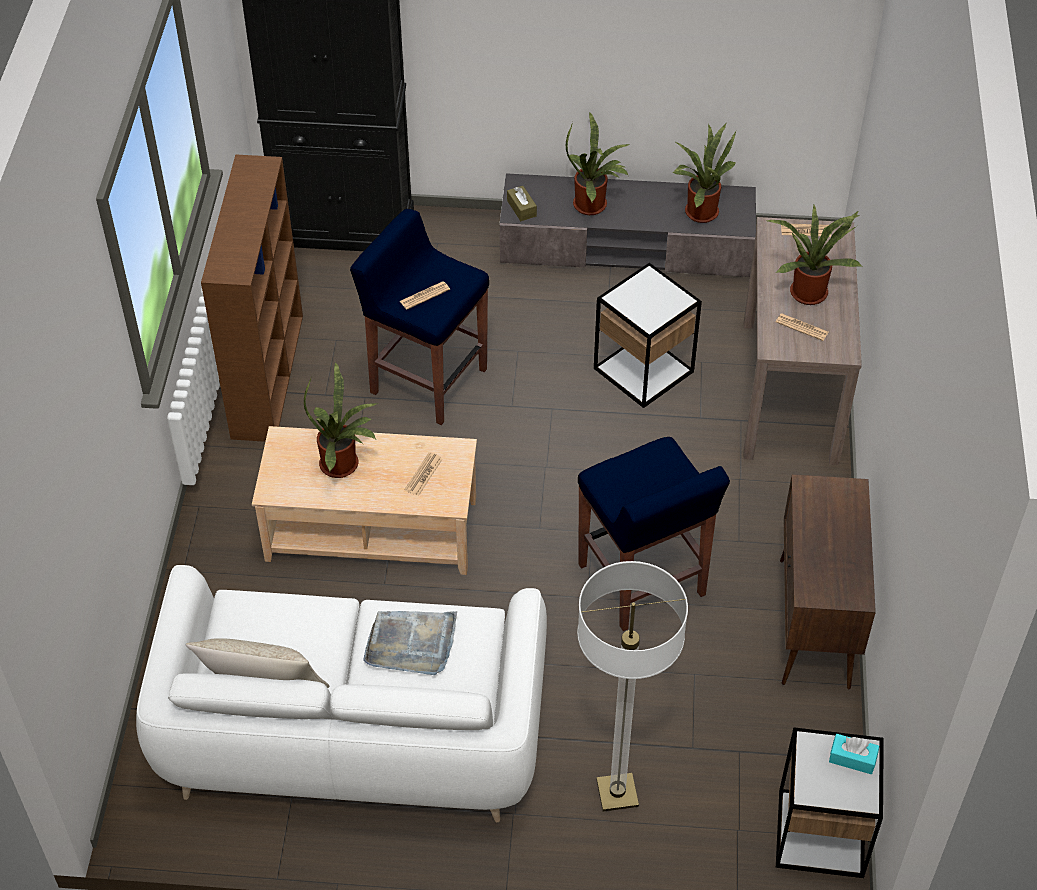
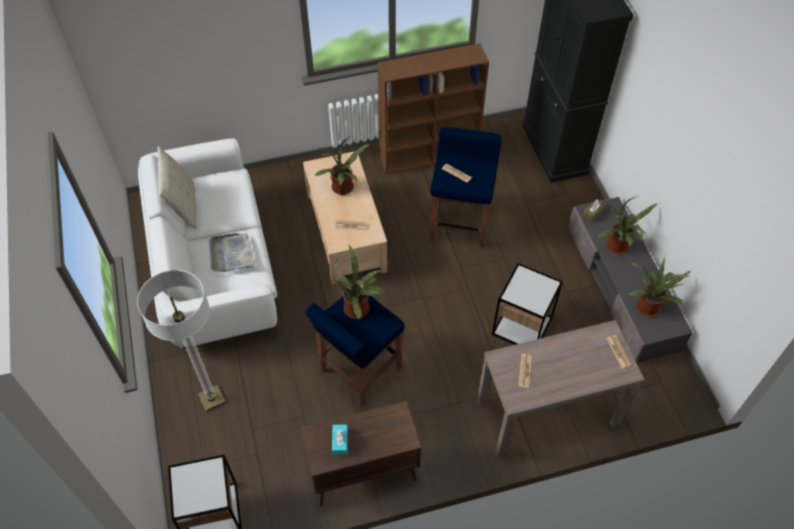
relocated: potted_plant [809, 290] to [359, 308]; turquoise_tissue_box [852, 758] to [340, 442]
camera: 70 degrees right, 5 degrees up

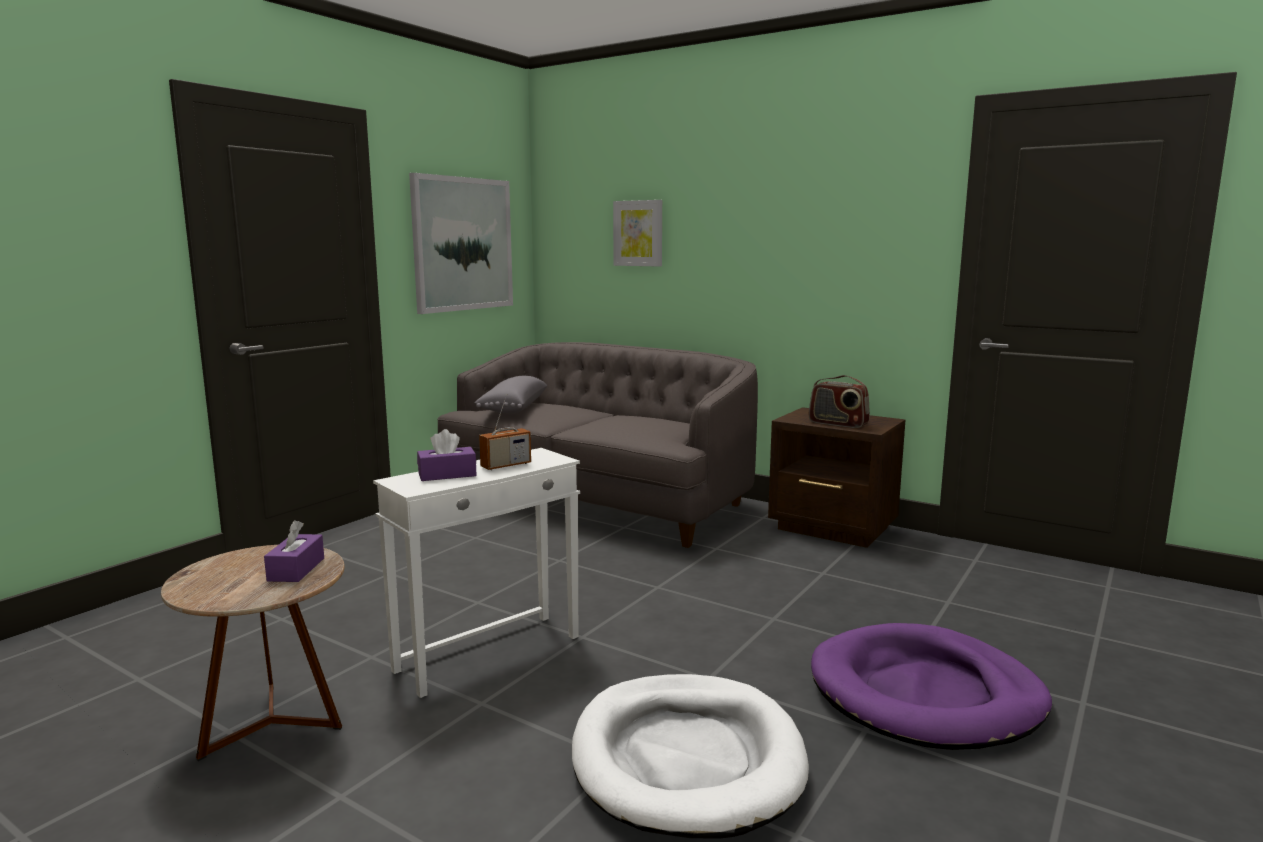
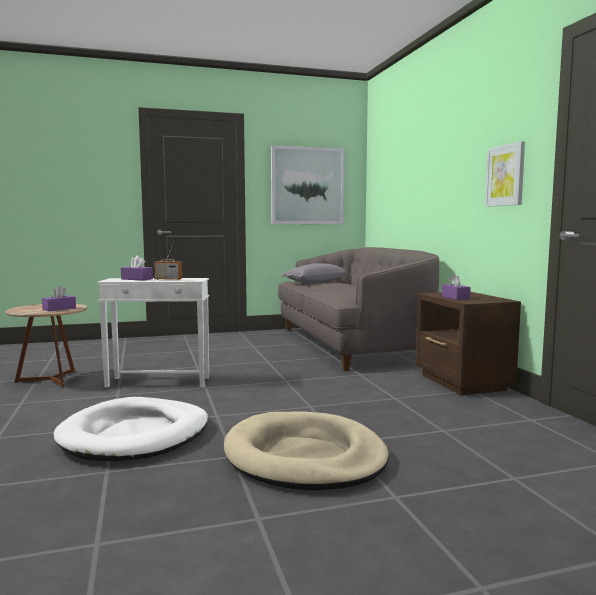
relocated: picture [638, 233] to [505, 175]
exchanged: radio [838, 424] to purple_tissue_box [455, 297]
colour: purple_dog_bed [925, 694] to beige_dog_bed [304, 457]
camera: 40 degrees right, 5 degrees down

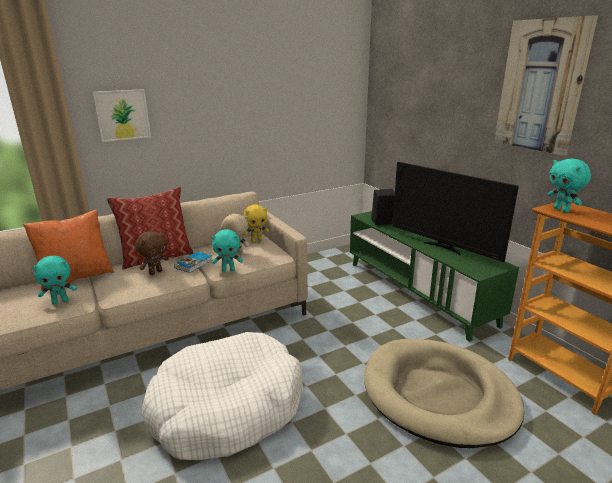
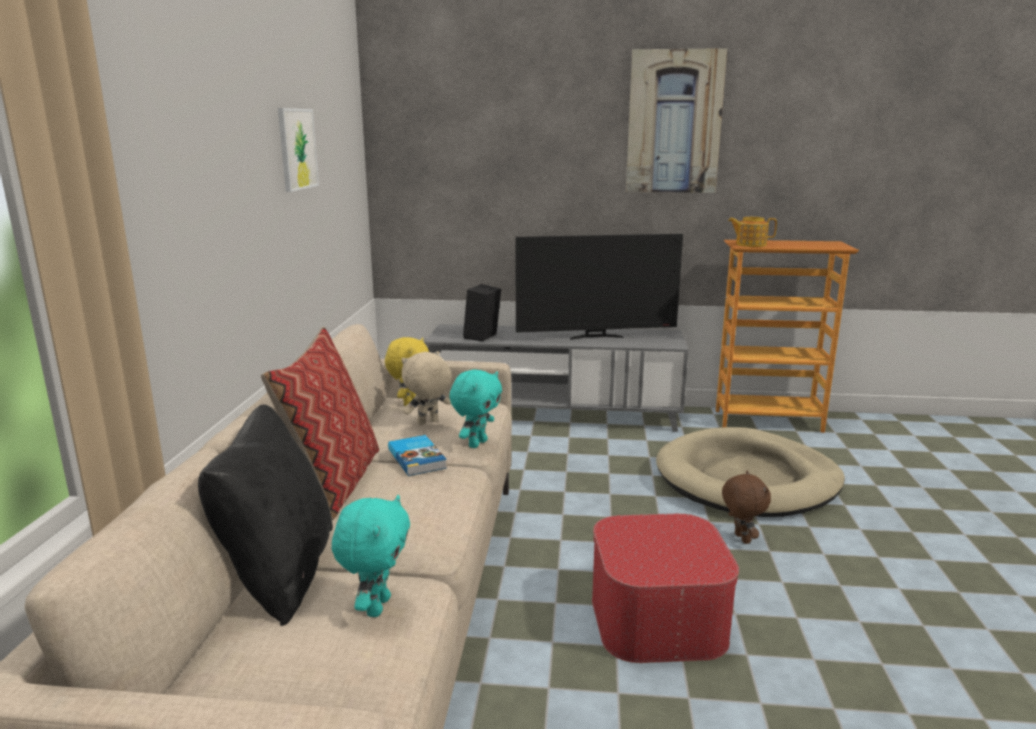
relocated: picture [122, 115] to [297, 149]; brown_plush_toy [155, 272] to [740, 538]
exchanged: white_dog_bed [227, 408] to ottoman [657, 618]; turquoise_plush_toy [562, 210] to teapot [750, 244]
colour: orange_pillow [76, 277] to black_pillow [279, 574]; green_tv_stand [417, 292] to grey_tv_stand [554, 415]
camera: 55 degrees left, 5 degrees down

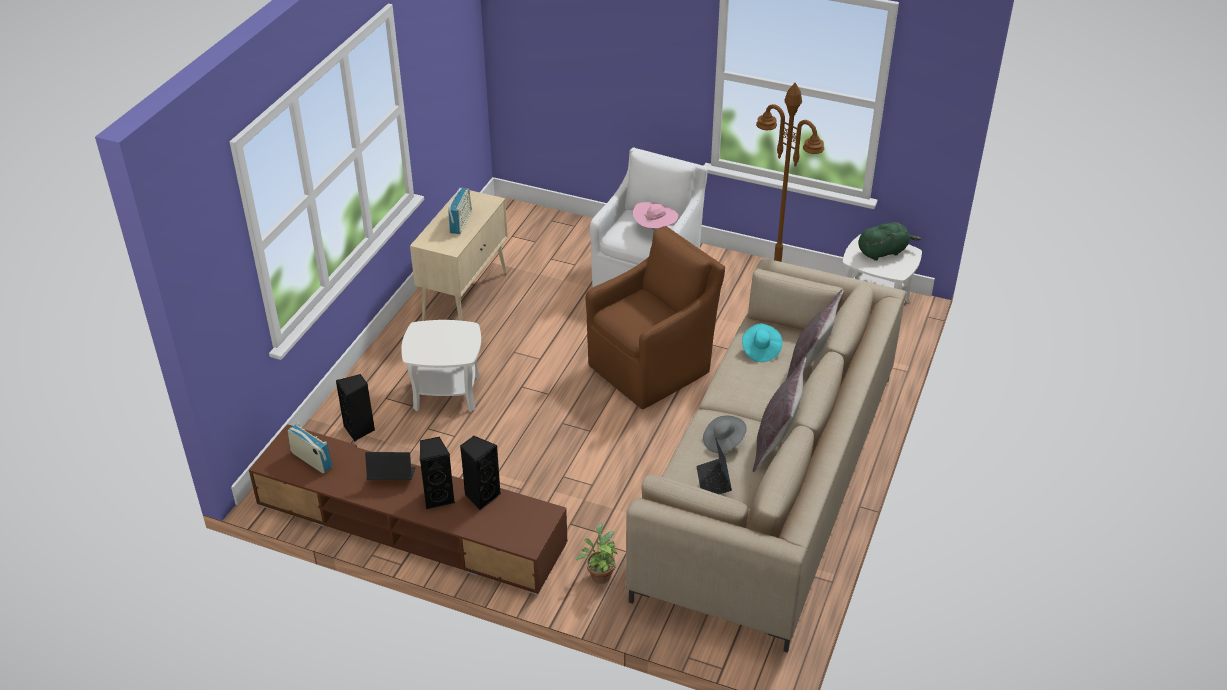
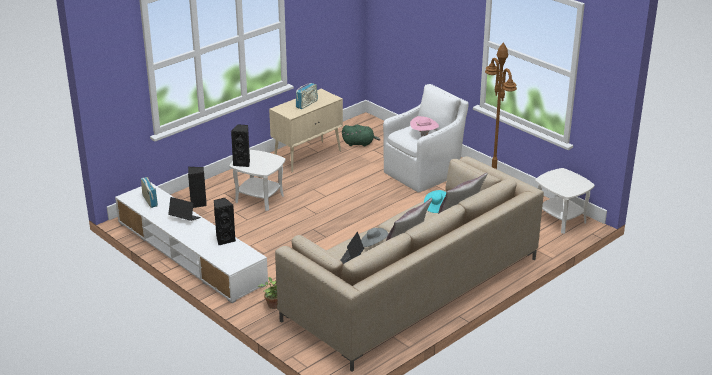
missing: brown_armchair [652, 367]
relocated: black_speaker [438, 497] to [243, 163]; green_plush_toy [883, 252] to [359, 143]
colour: brown_tv_stand [409, 524] to white_tv_stand [189, 252]
camera: 25 degrees right, 10 degrees down

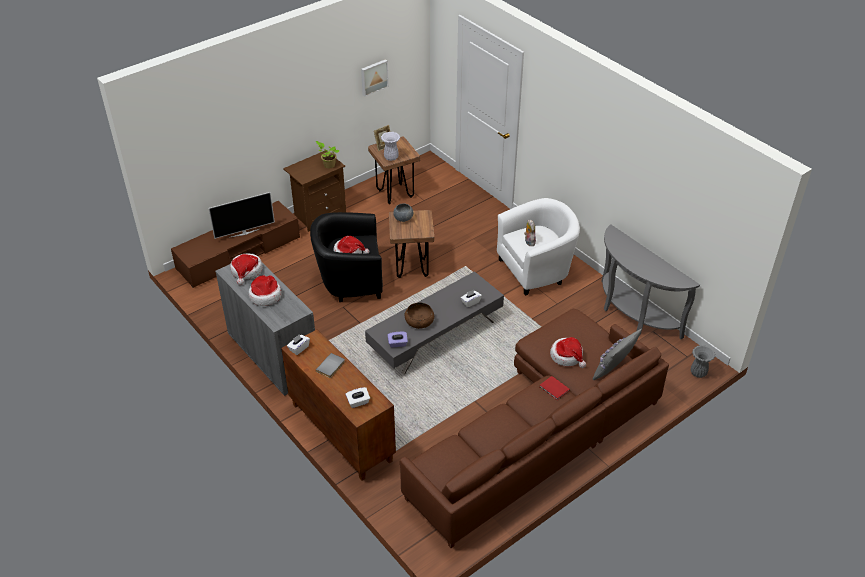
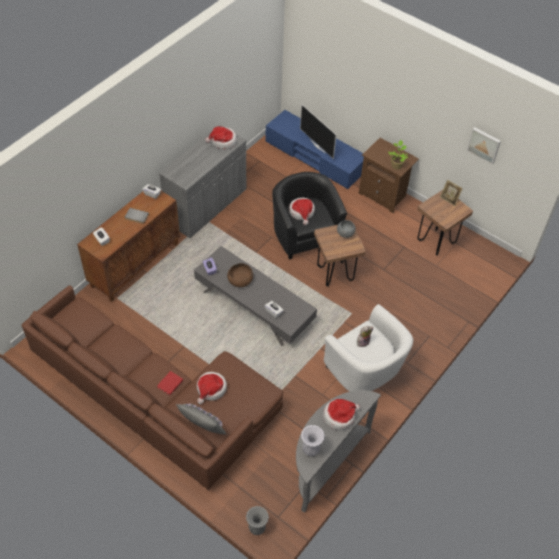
relocated: hat [265, 295] to [339, 416]; white_vase [390, 158] to [310, 449]
colour: brown_tv_stand [239, 253] to blue_tv_stand [314, 157]
camera: 75 degrees right, 10 degrees up

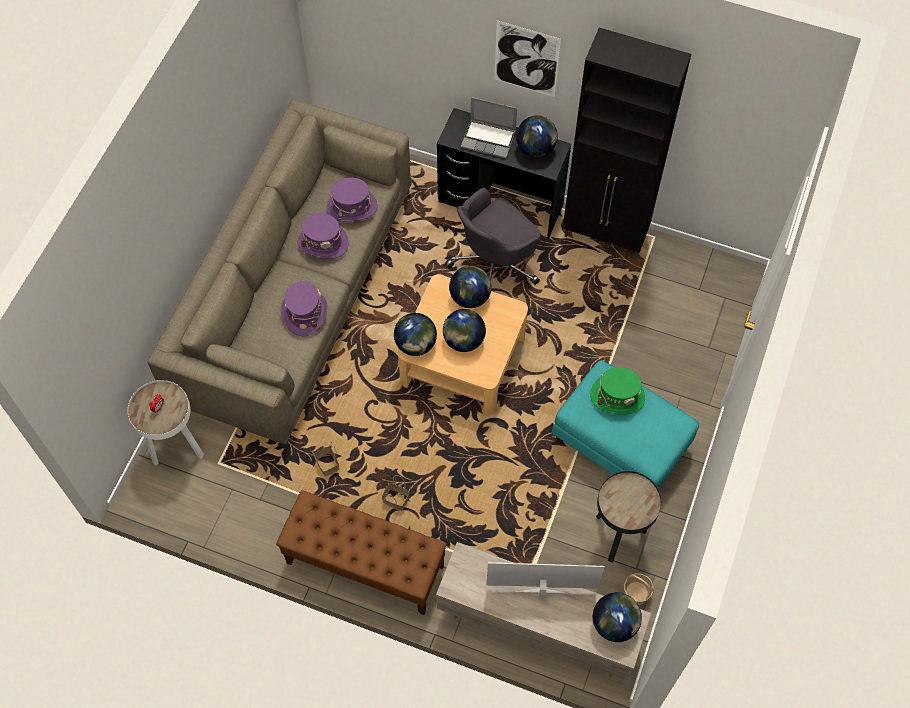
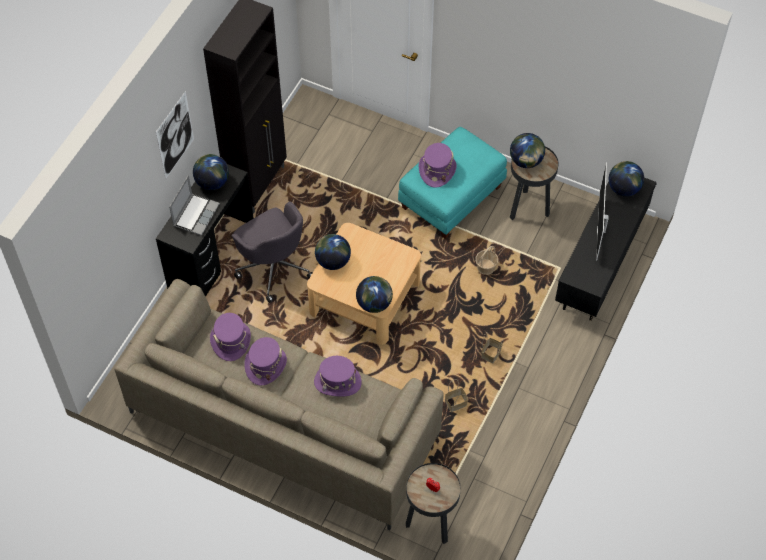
missing: brown_bench [364, 564]
relocated: globe [463, 340] to [526, 161]; basket [636, 593] to [486, 267]
colour: white_side_table [177, 447] to black_side_table [430, 524]; beige_tv_stand [538, 628] to black_tv_stand [599, 266]; green_hat [617, 396] to purple_hat [437, 170]
camera: 85 degrees left, 5 degrees down

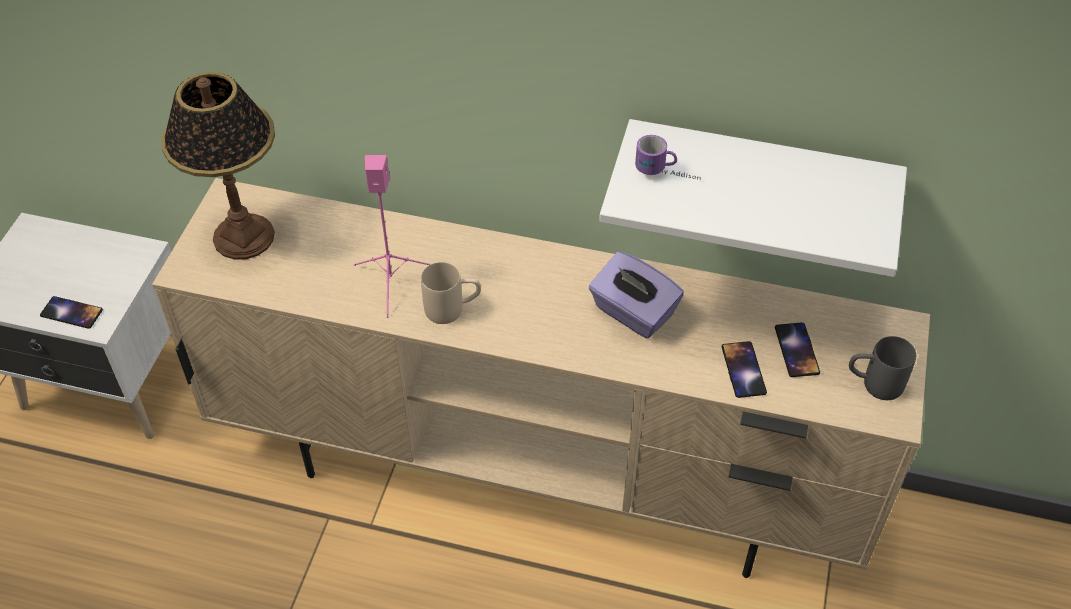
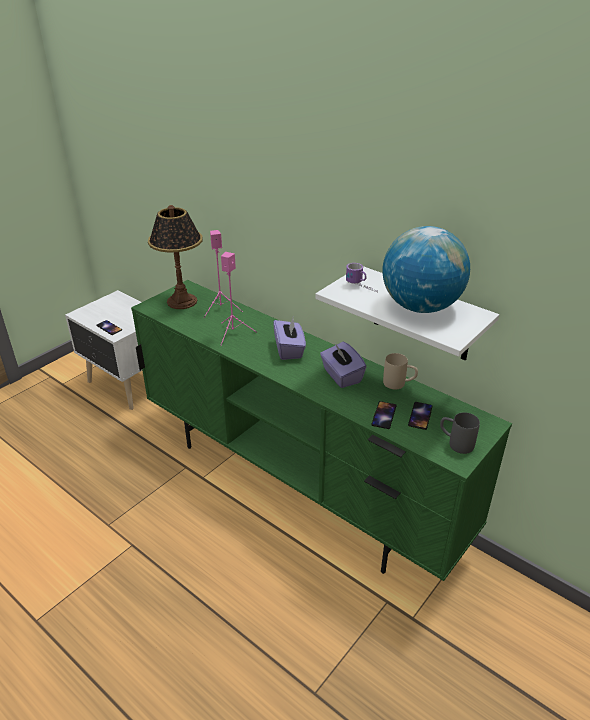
appeared: pink_speaker [221, 309]; purple_tissue_box [289, 350]; globe [420, 306]
relocated: beige_mug [453, 309] to [399, 384]
colour: beige_tv_stand [540, 477] to green_tv_stand [298, 485]
camera: 25 degrees right, 15 degrees down

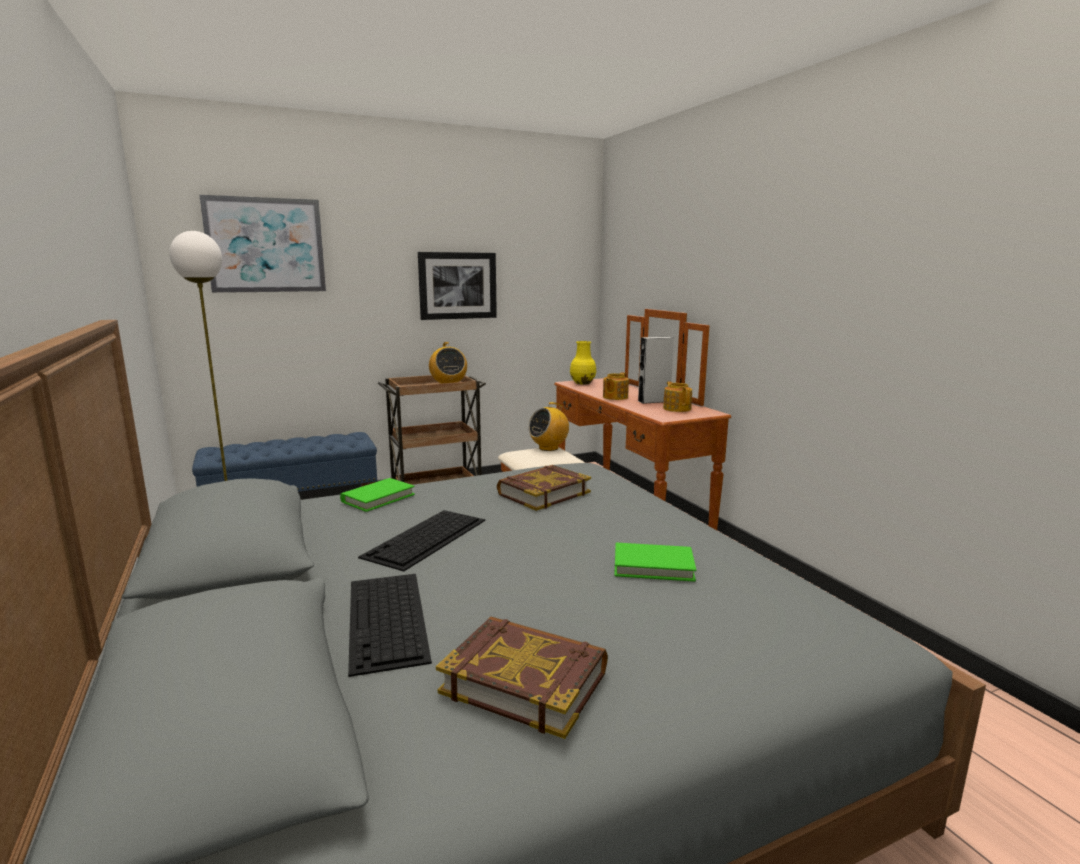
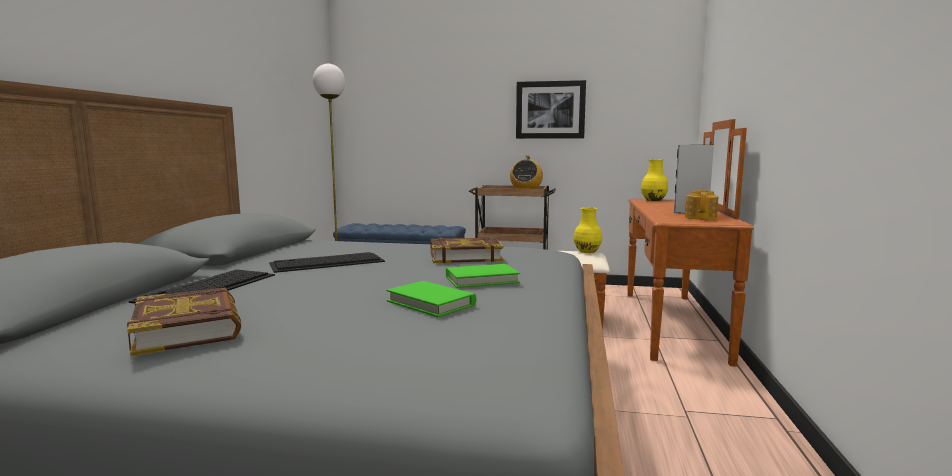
missing: picture [265, 245]; teapot [614, 397]
relocated: green_book [378, 498] to [482, 280]
exchanged: radio [548, 448] to yellow_vase [587, 251]
camera: 35 degrees right, 5 degrees down

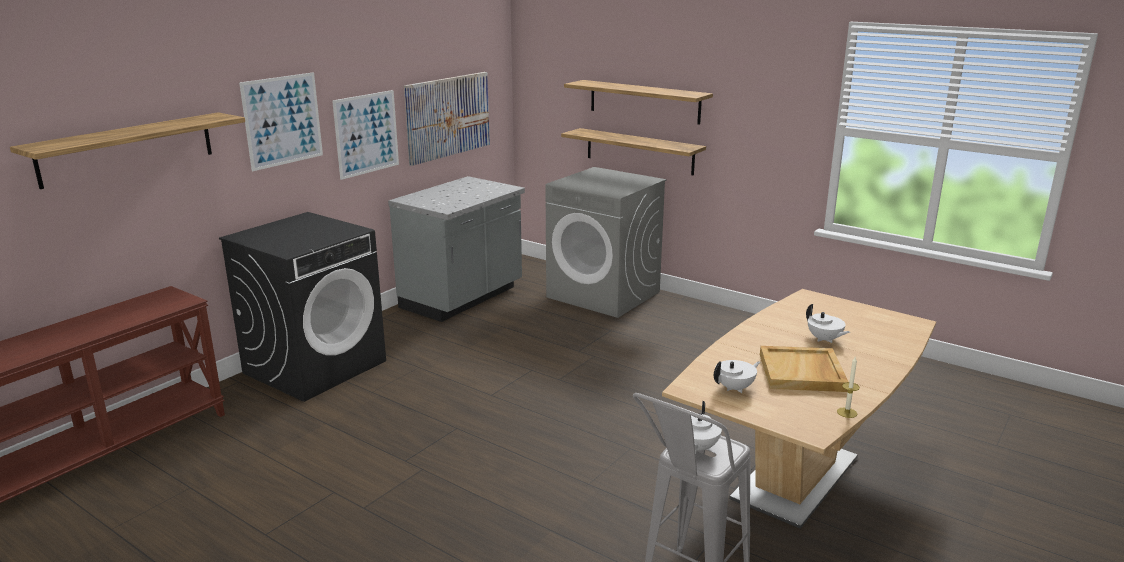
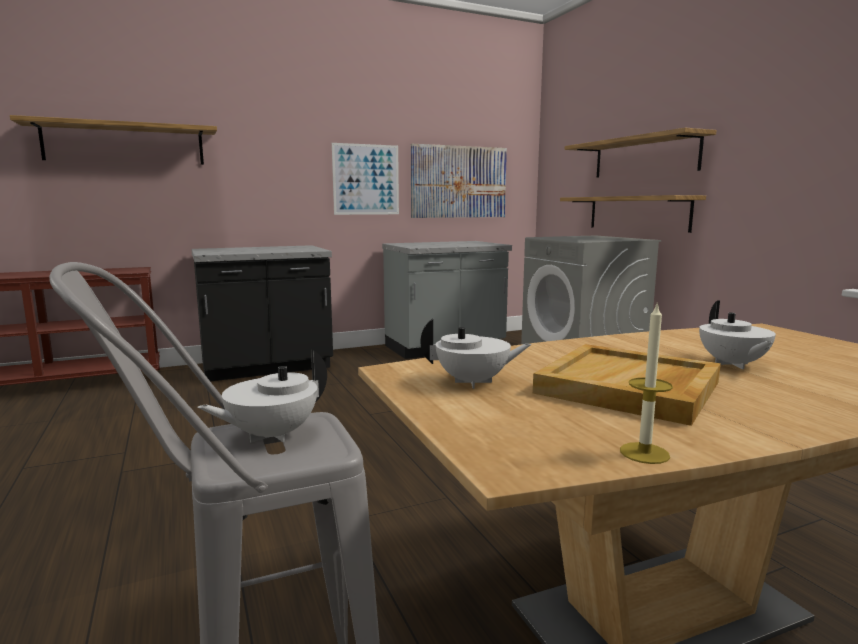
missing: picture [282, 120]
exchanged: black_washing_machine [315, 366] to black_counter [267, 368]
camera: 30 degrees right, 10 degrees down

